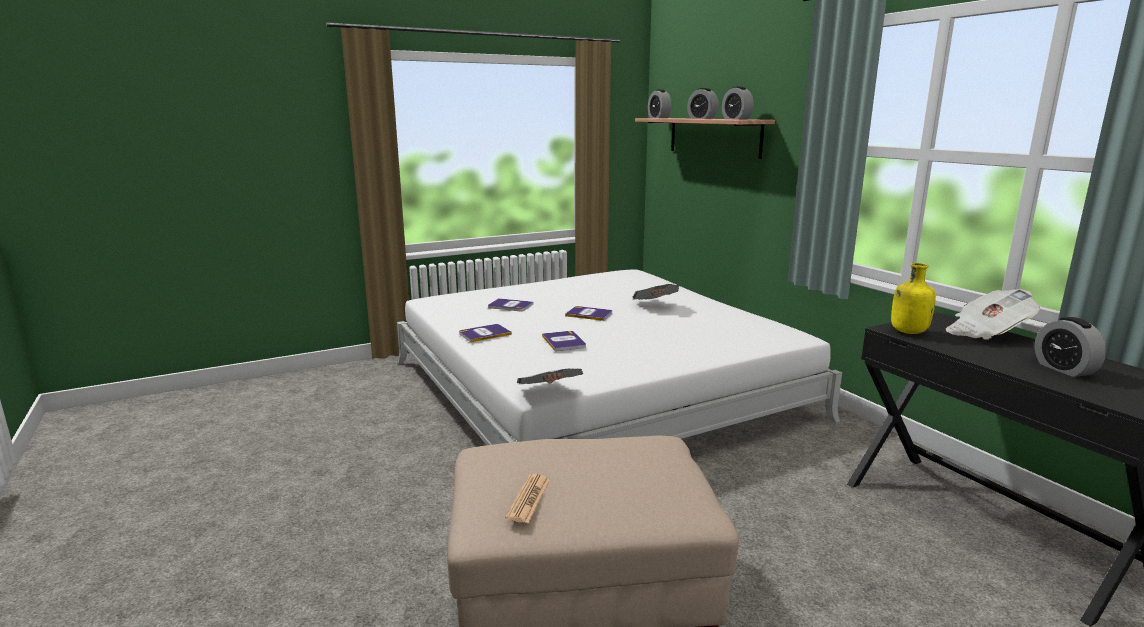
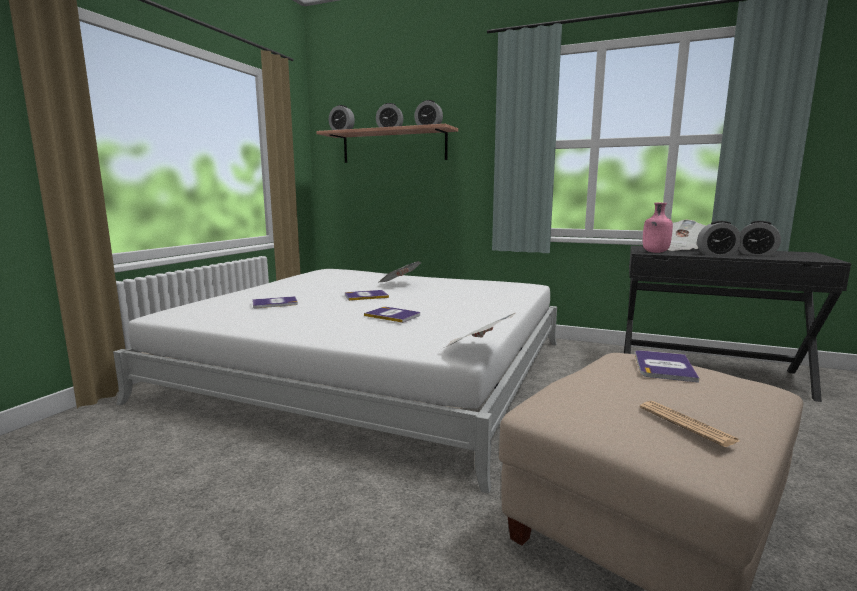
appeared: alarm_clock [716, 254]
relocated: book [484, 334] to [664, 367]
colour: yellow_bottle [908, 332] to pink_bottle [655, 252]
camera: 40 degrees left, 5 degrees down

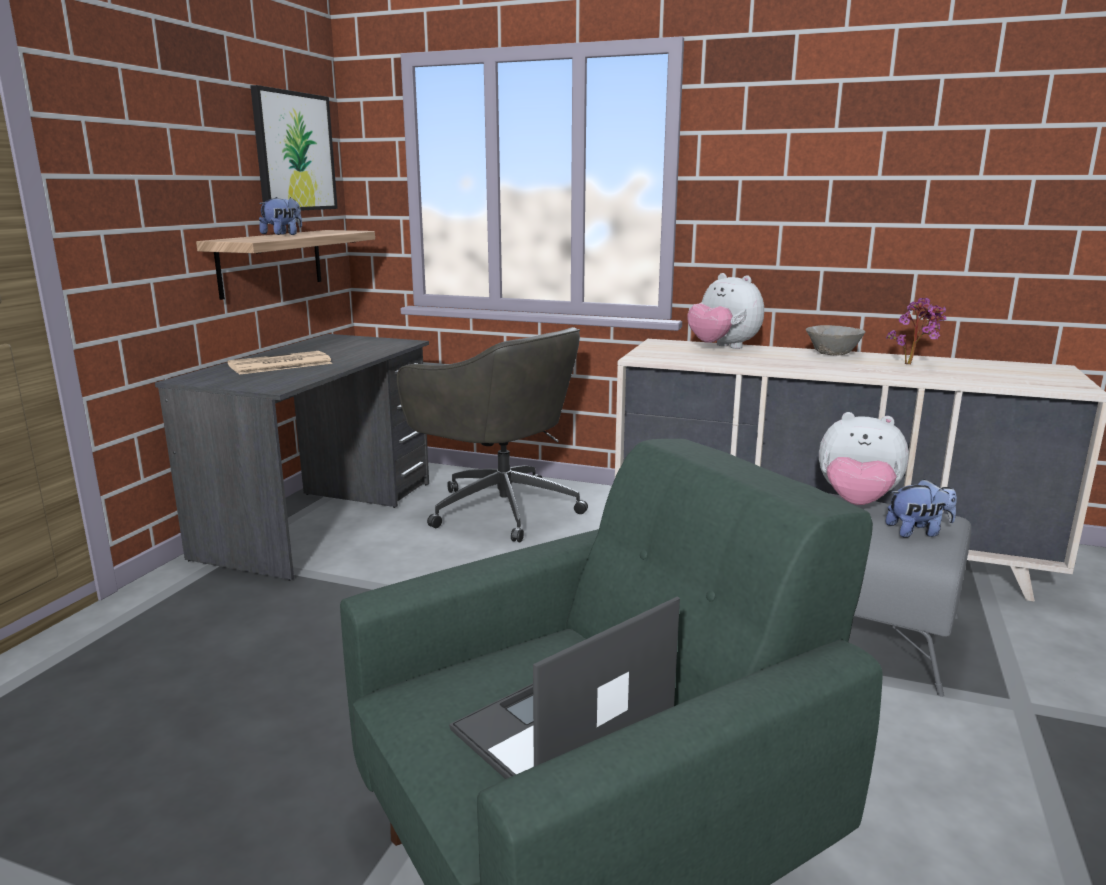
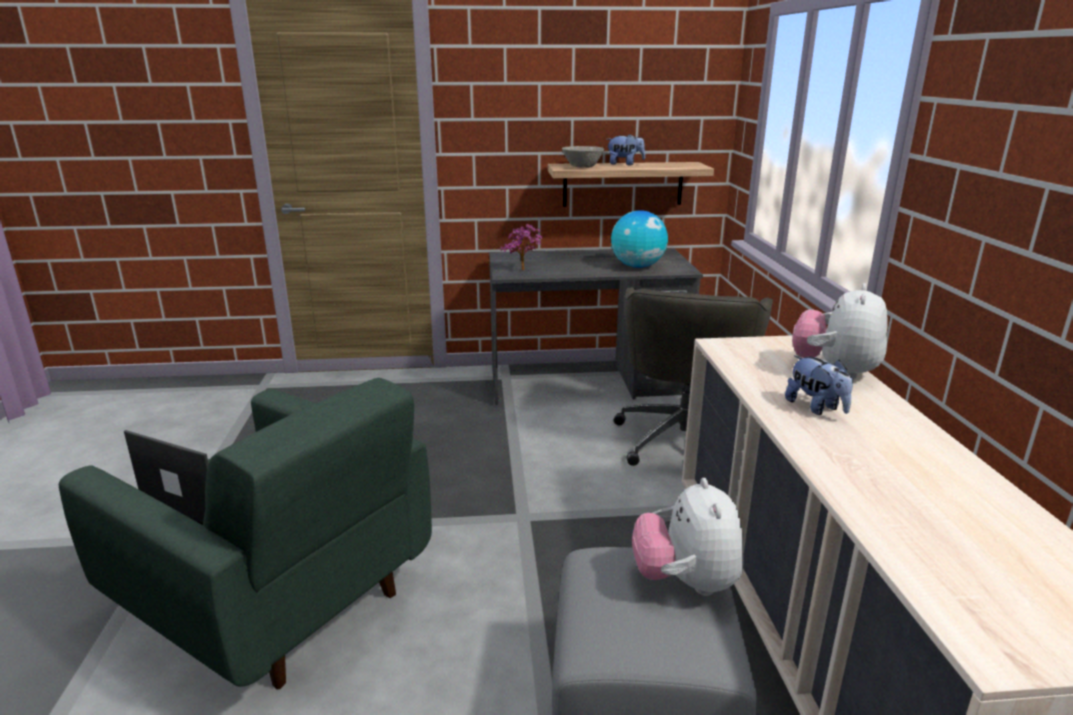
missing: newspaper [279, 364]; picture [294, 152]
appeared: globe [637, 266]
relocated: grey_bowl [832, 354] to [582, 167]; potted_plant [913, 364] to [524, 270]; plush_toy [918, 532] to [816, 408]
camera: 65 degrees right, 5 degrees up

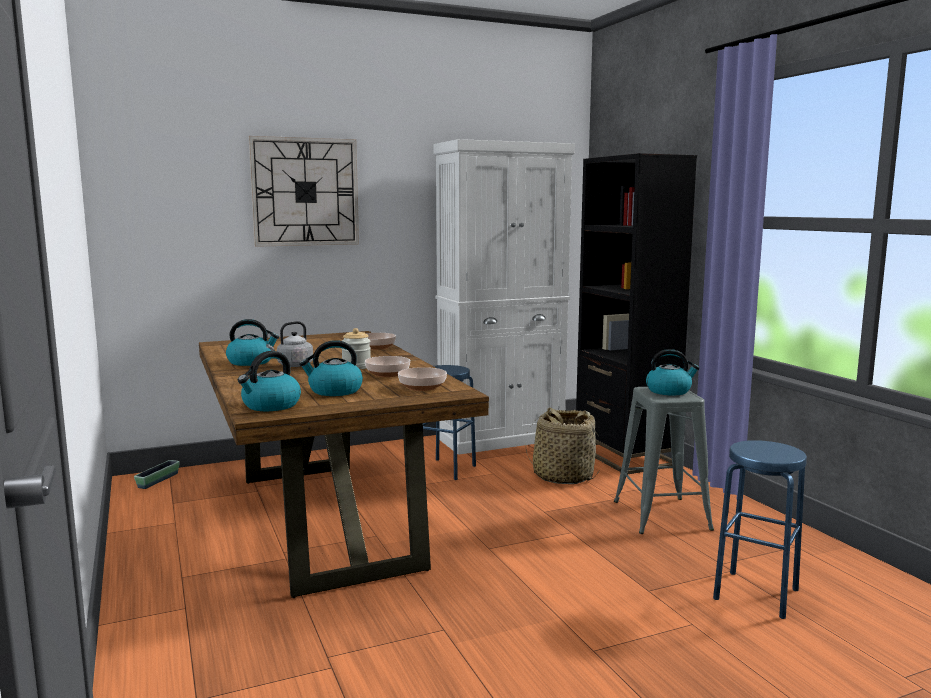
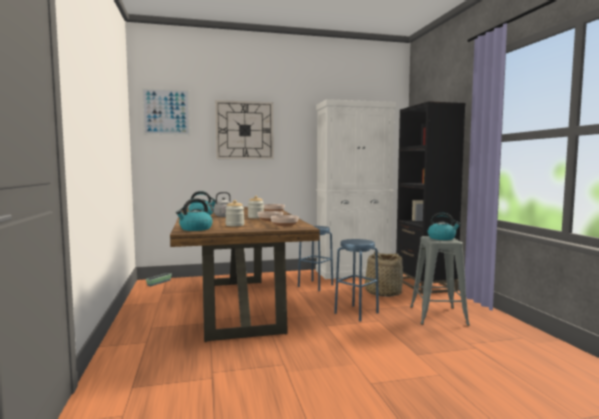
appeared: picture [166, 112]
relocated: blue_stool [756, 594] to [356, 313]
exchanged: kettle [334, 391] to jar [235, 225]
camera: 10 degrees right, 5 degrees down

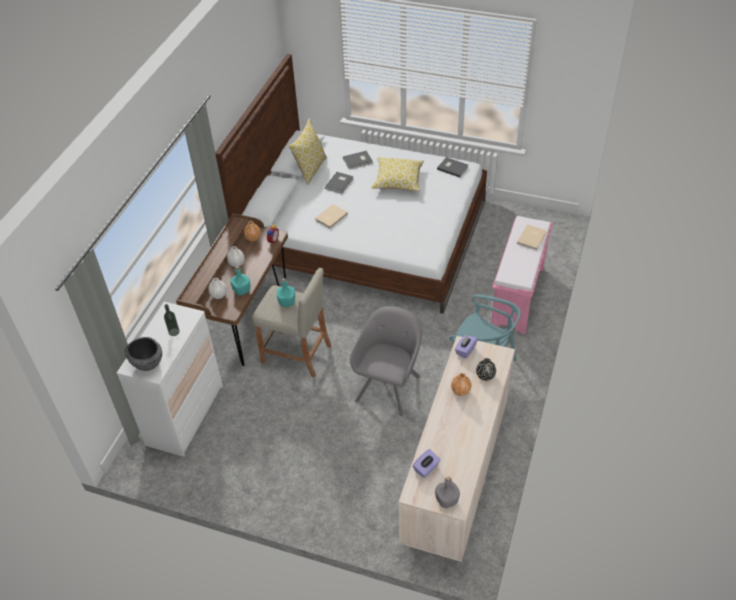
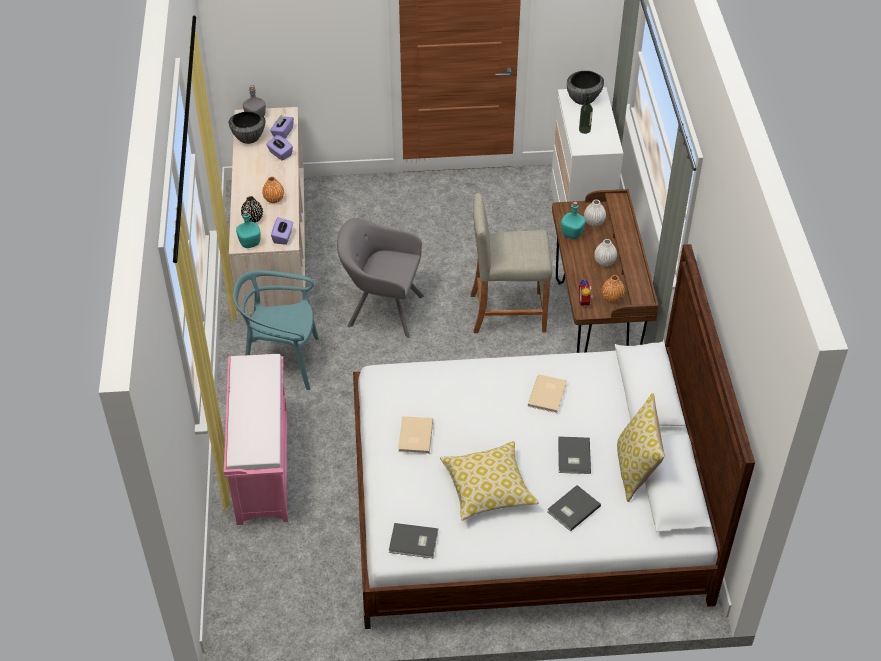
appeared: bowl [249, 138]; purple_tissue_box [280, 154]
relocated: turquoise_bottle [286, 302] to [250, 243]; beige_book [532, 238] to [414, 436]
spun: grey_armchair [389, 385] = [381, 310] 105 degrees clockwise
camera: 155 degrees right, 0 degrees up

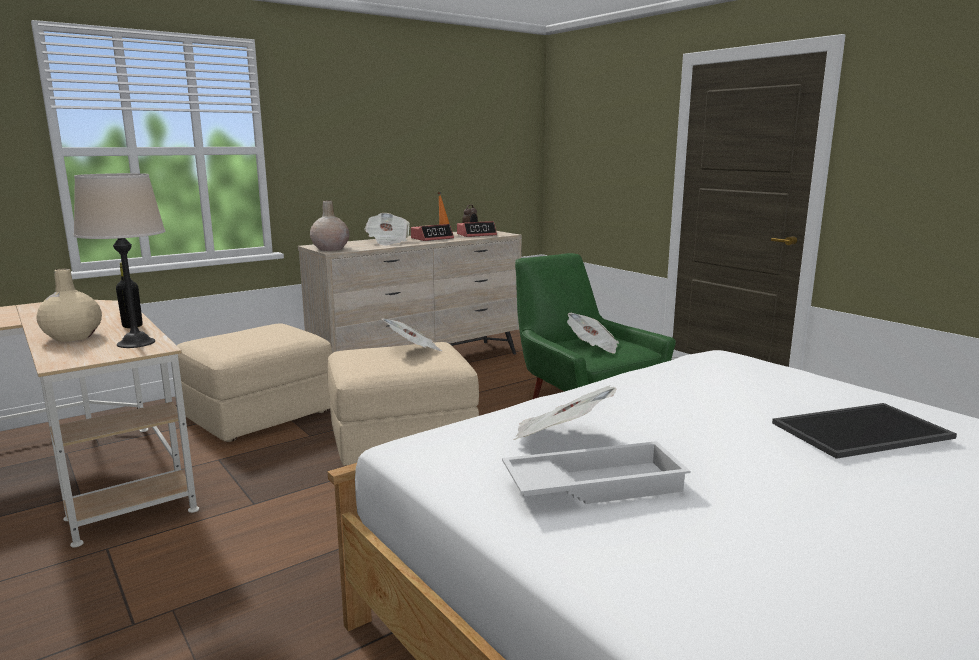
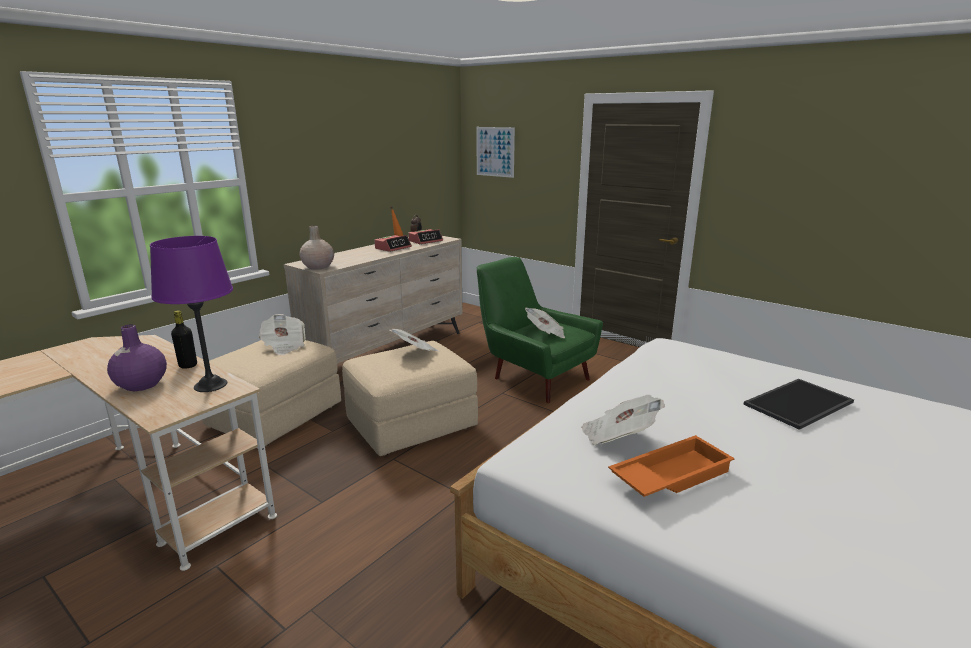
appeared: picture [495, 152]
relocated: newspaper [388, 242] to [284, 346]
colour: beige_vase [73, 337] to purple_vase [141, 384]; beige_table_lamp [136, 343] to purple_table_lamp [211, 385]; white_tray [594, 484] to orange_tray [669, 475]
camera: 15 degrees left, 5 degrees up

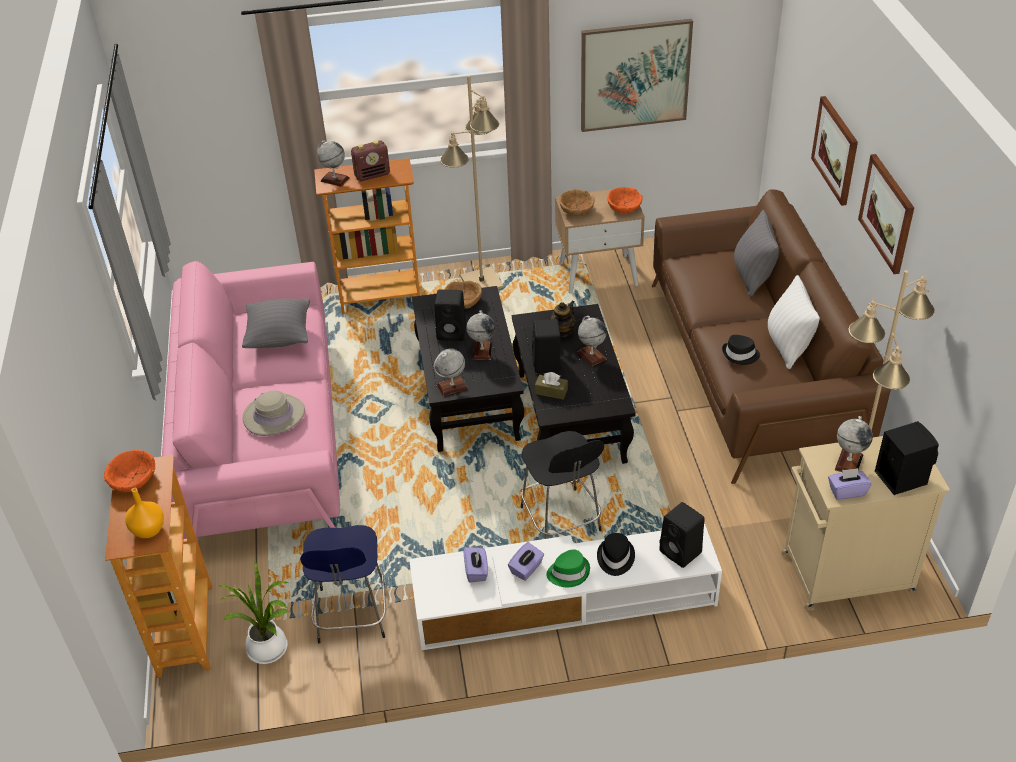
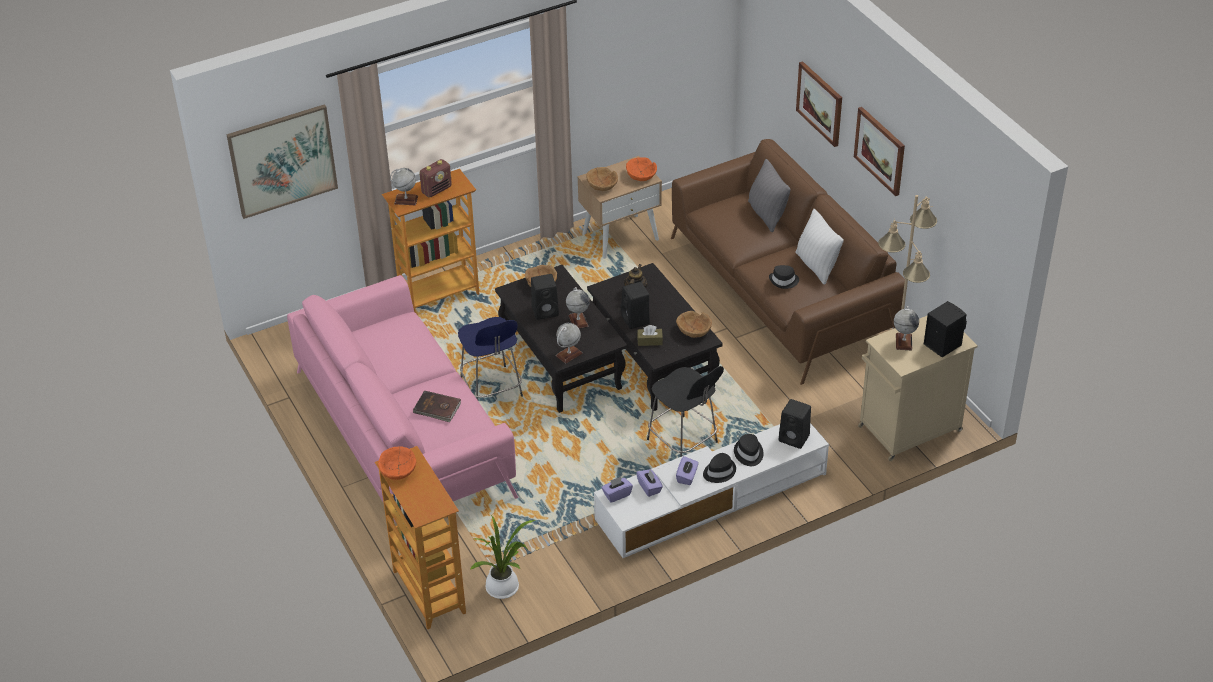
missing: orange_vase [149, 530]; grey_pillow [279, 337]; beige_floor_lamp [481, 283]; globe [591, 355]
appeared: brown_bowl [694, 331]
relocated: blue_stool [352, 616] to [492, 390]; picture [634, 75] to [282, 160]; purple_tissue_box [847, 491] to [617, 494]
exchanged: beige_hat [274, 415] to brown_book [437, 408]
colour: green_hat [568, 572] to black_hat [719, 471]
camera: 20 degrees left, 0 degrees up

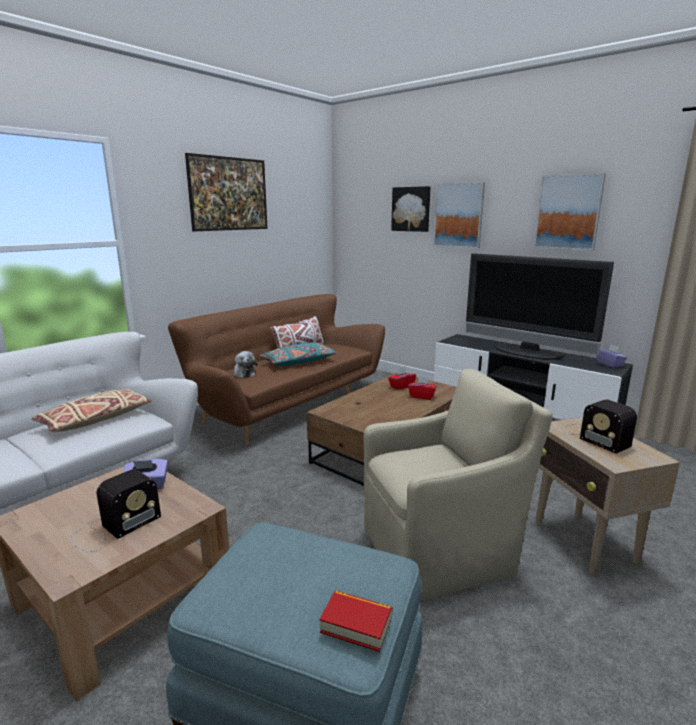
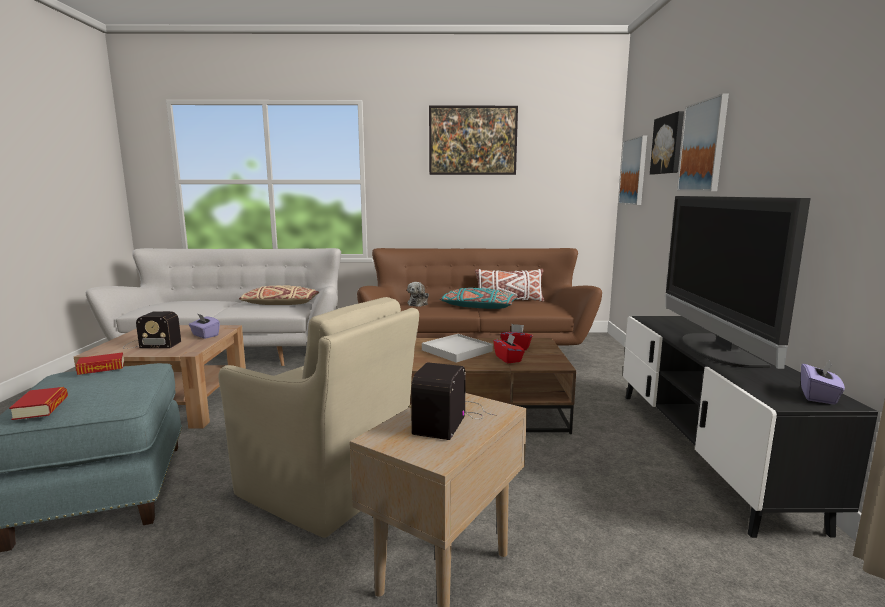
appeared: book [101, 368]; white_tray [457, 350]
relocated: picture [568, 212] to [634, 171]
camera: 50 degrees right, 5 degrees down

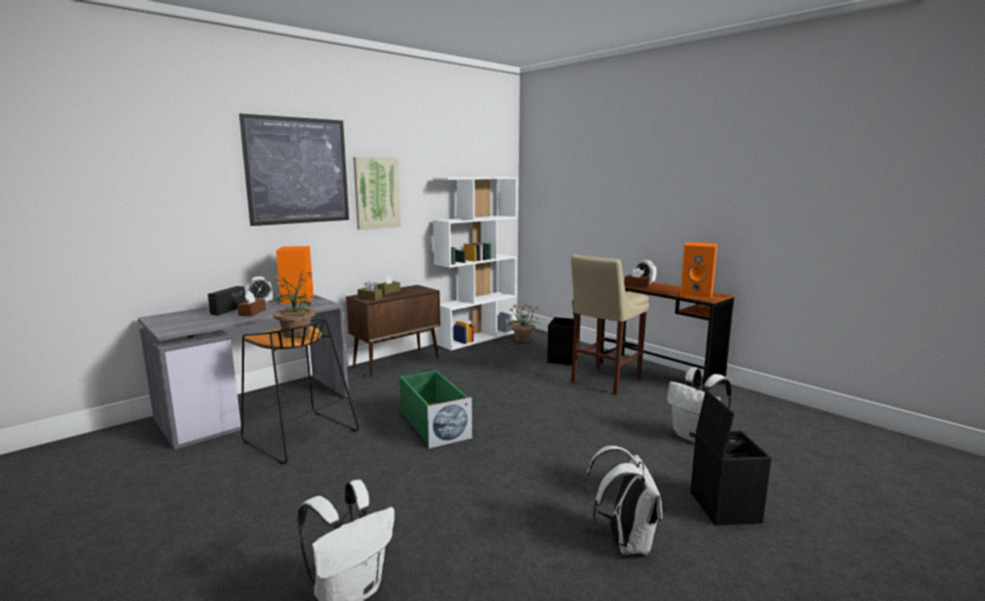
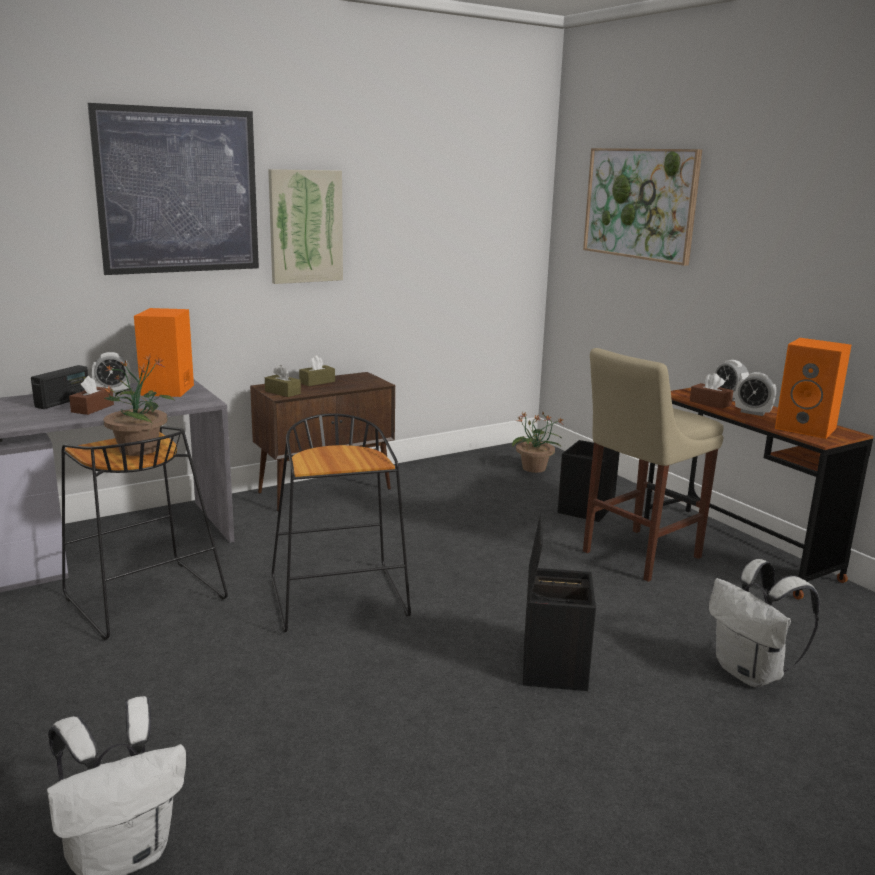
missing: white_bookcase [477, 338]; white_backpack [625, 542]
appeared: picture [640, 204]; alarm_clock [752, 412]
relocated: black_storage_box [723, 506] to [552, 666]
exchanged: green_storage_box [433, 424] to black_stool [340, 600]
camera: 10 degrees right, 5 degrees up

